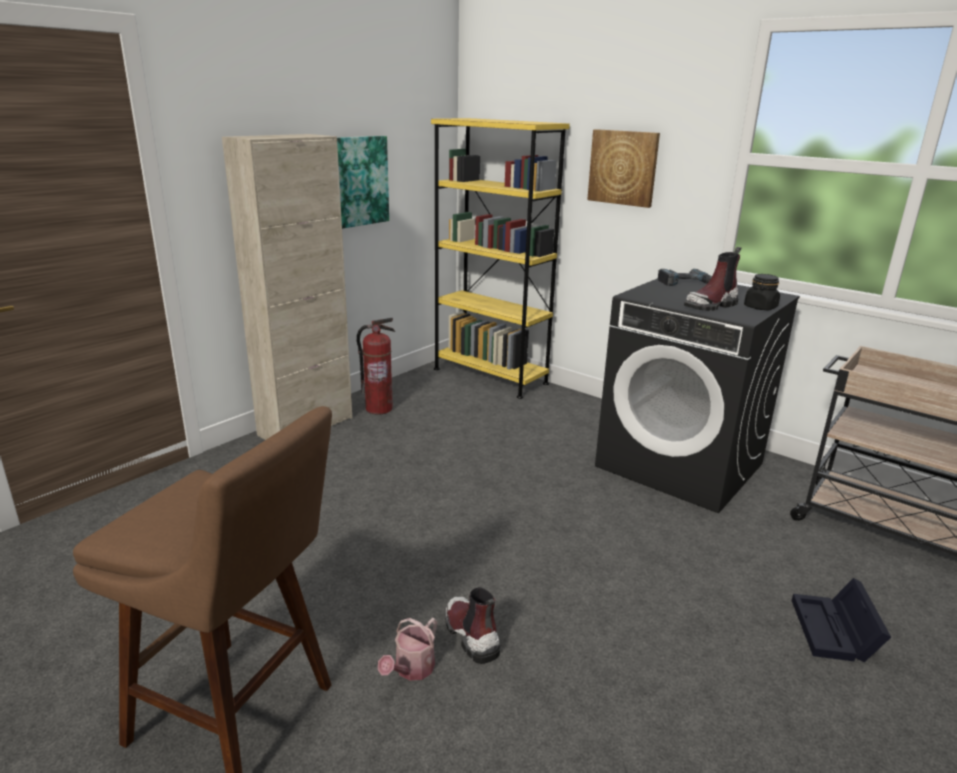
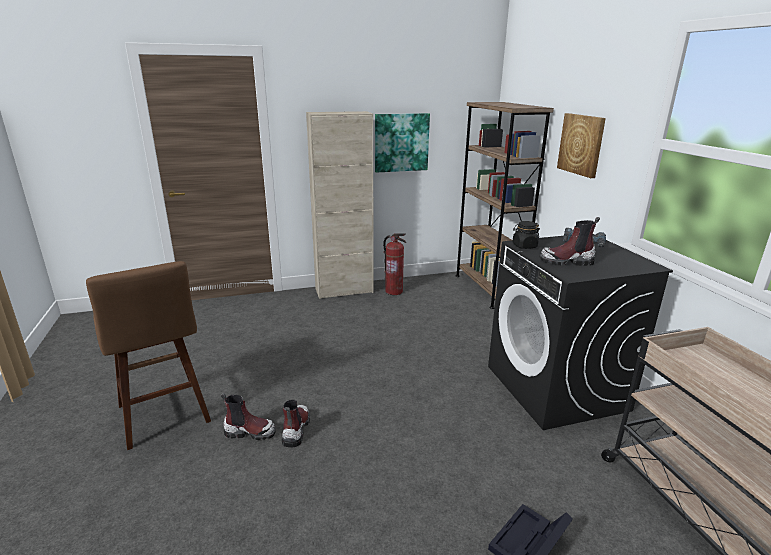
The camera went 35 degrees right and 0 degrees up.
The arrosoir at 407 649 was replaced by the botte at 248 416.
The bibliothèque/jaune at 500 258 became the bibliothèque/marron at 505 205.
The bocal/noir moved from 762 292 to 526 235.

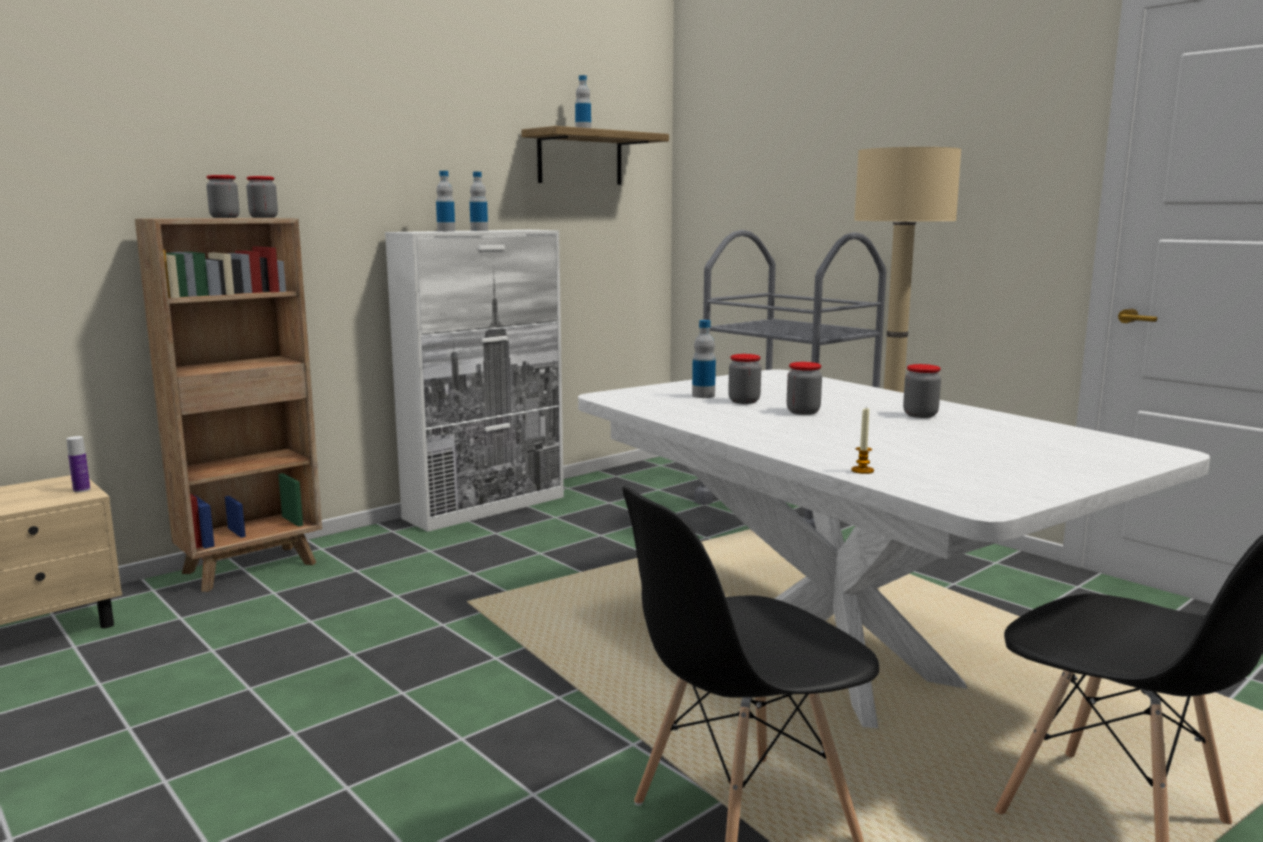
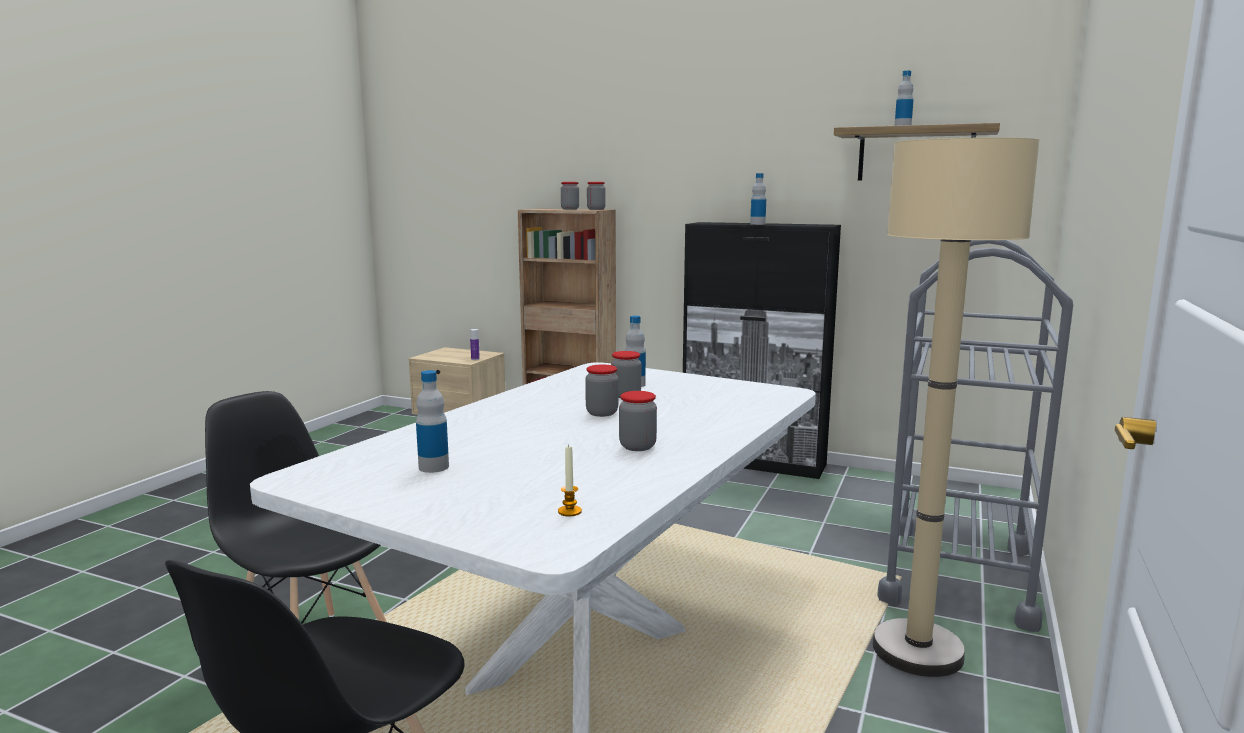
The camera went 65 degrees right and 0 degrees up.
The bouteille moved from 445 201 to 432 421.
The bougie moved from 862 441 to 570 480.
The meuble de rangement/blanc at 474 381 became the meuble de rangement/noir at 762 350.

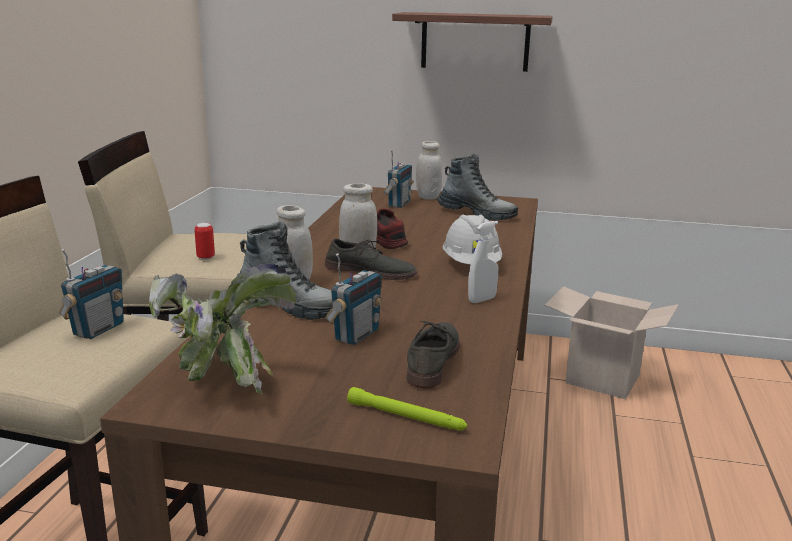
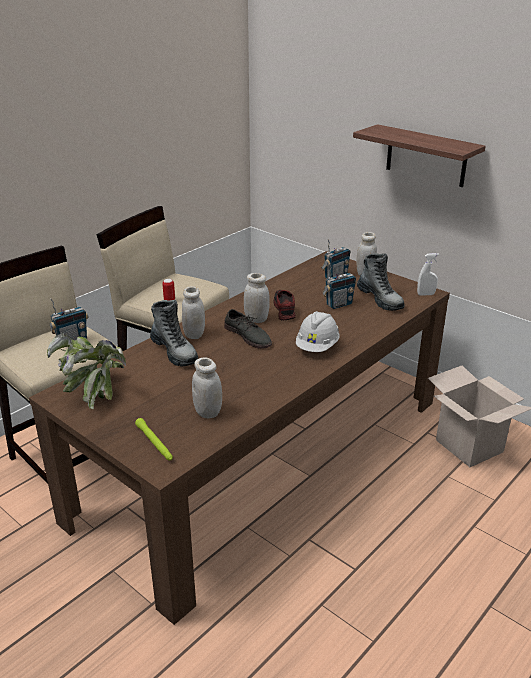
The camera went 30 degrees right and 10 degrees up.
The chaussure/gris at 433 355 was replaced by the bocal/blanc at 207 387.
The radio moved from 353 299 to 339 286.
The vaporisateur/blanc moved from 483 262 to 428 274.

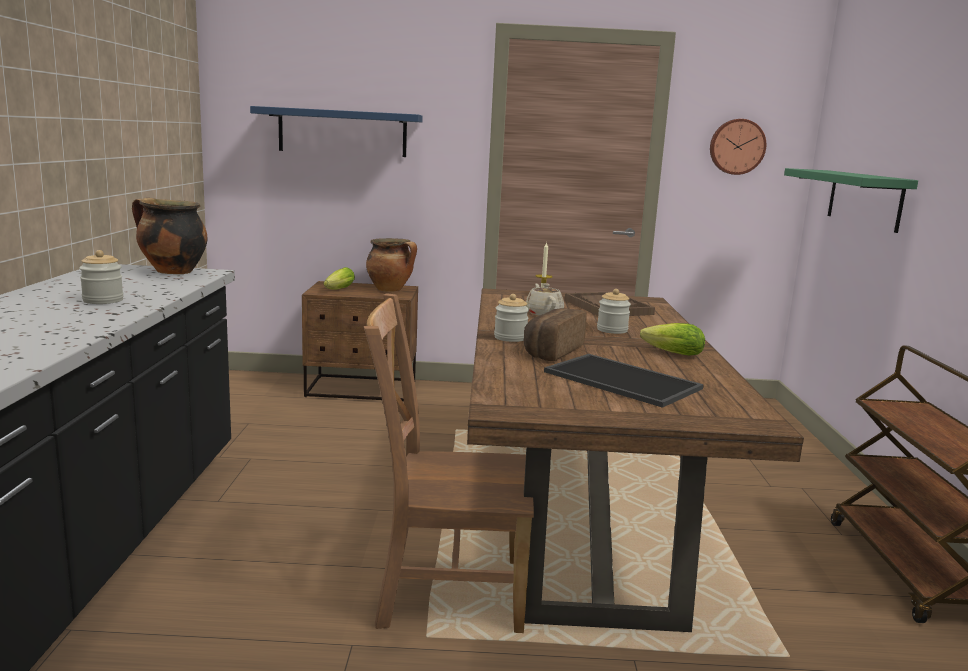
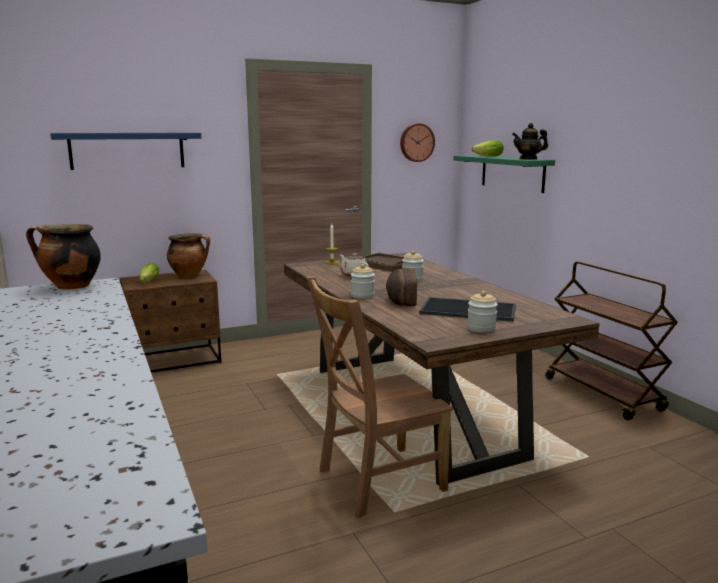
The camera went 25 degrees left and 0 degrees up.
The bocal moved from 101 277 to 482 312.
The laitue moved from 672 339 to 487 148.
The théière at 530 141 appeared.

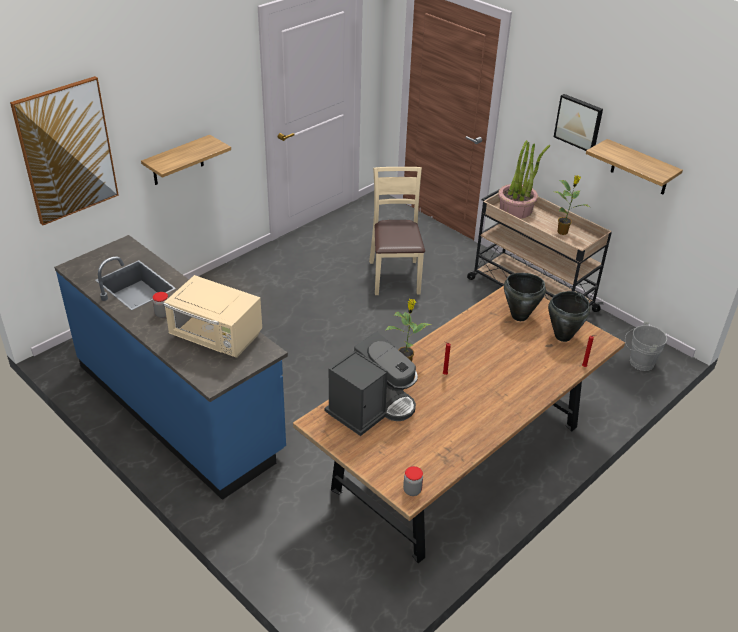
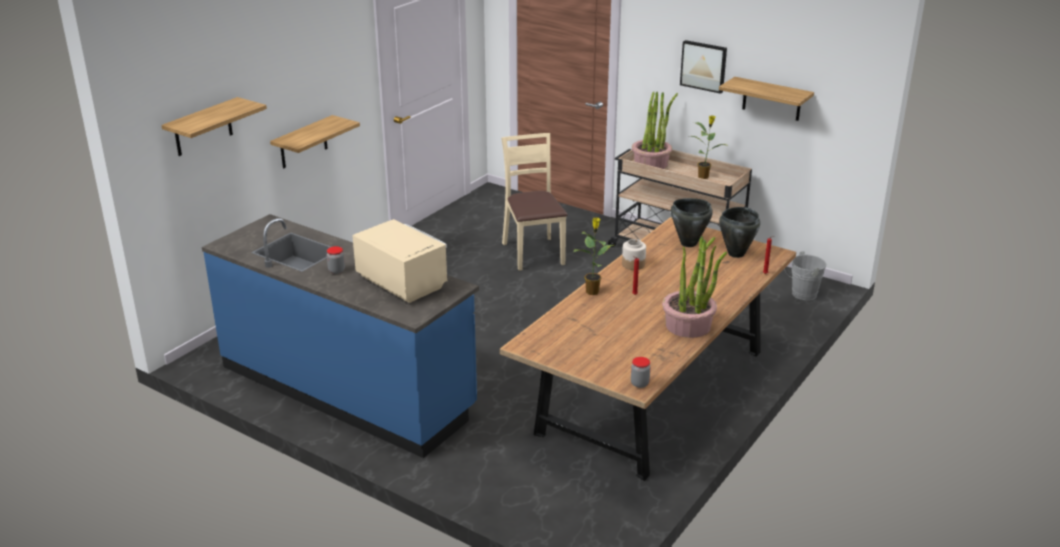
The camera went 10 degrees left and 10 degrees down.
The tableau at 64 151 was replaced by the étagère at 214 126.
The micro-ondes/beige at 212 316 turned 150 degrees counterclockwise.
The bocal at 634 254 appeared.
The plante en pot at 694 287 appeared.
The machine à café at 371 383 disappeared.

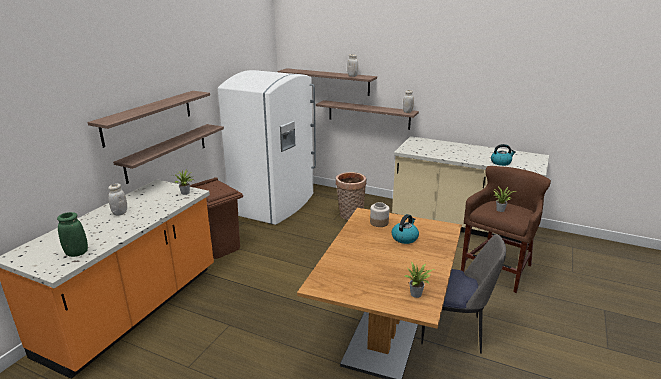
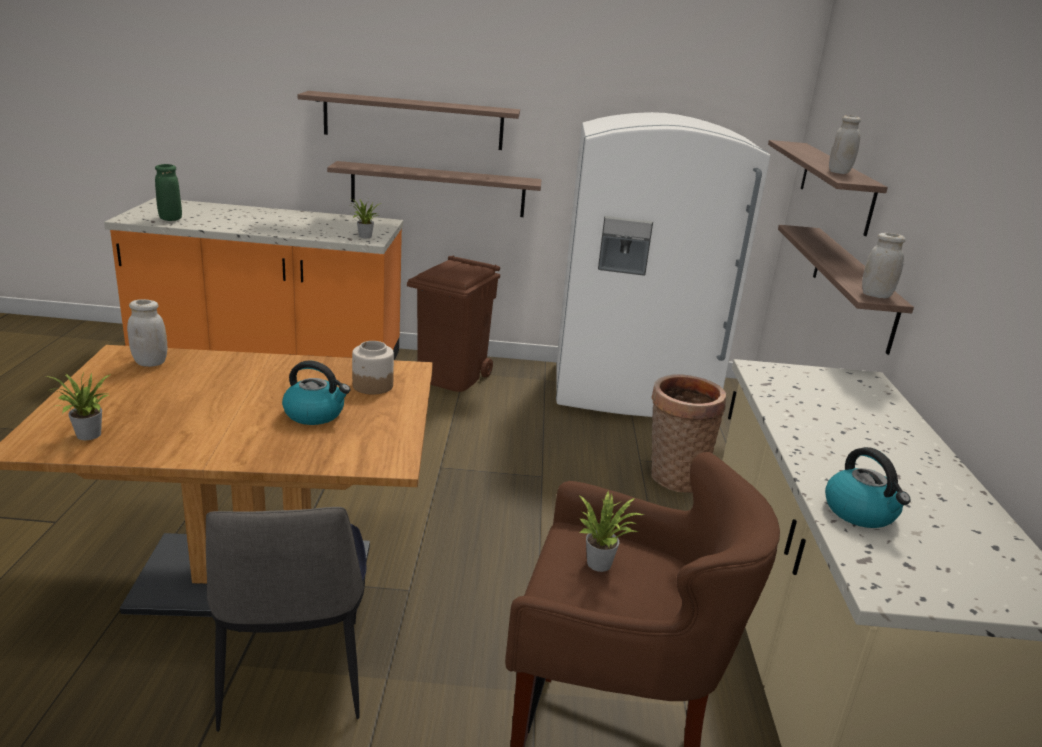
The camera went 65 degrees right and 0 degrees up.
The bocal/blanc moved from 117 200 to 147 333.

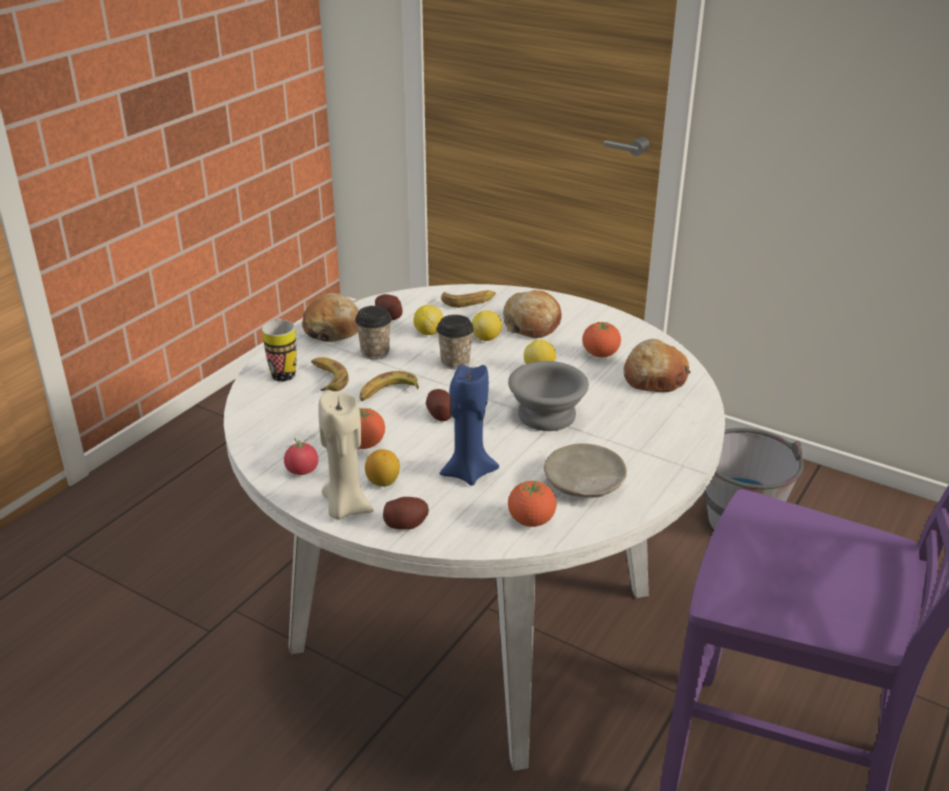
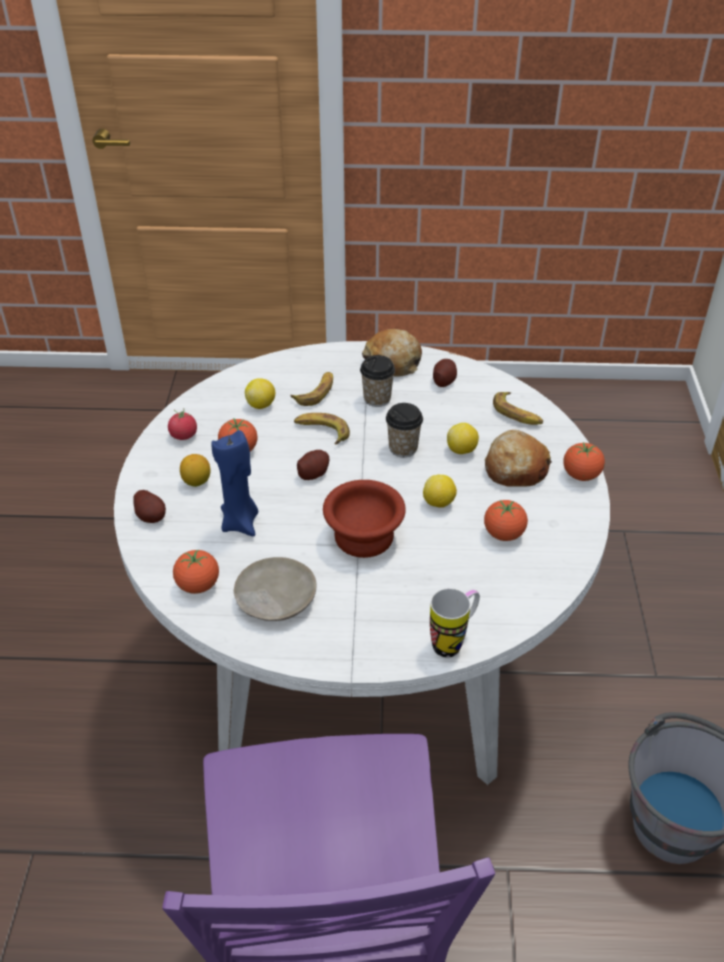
The camera went 60 degrees right and 10 degrees up.
The citron moved from 428 320 to 260 393.
The bol/gris at 548 396 became the bol/marron at 364 519.
The mug moved from 279 350 to 455 623.
The tomate at 584 461 appeared.
The bougie/beige at 346 455 disappeared.
The pain at 657 365 disappeared.

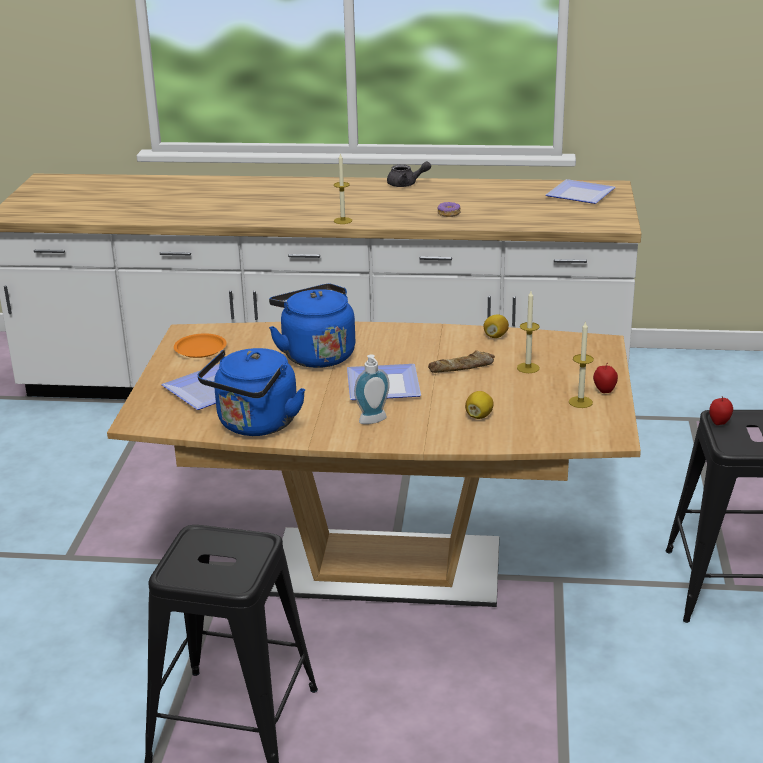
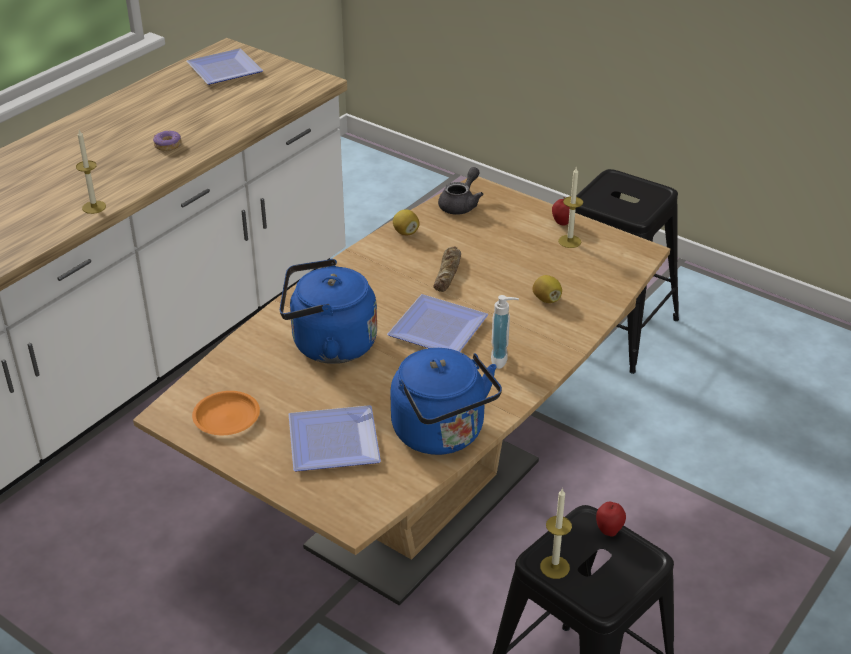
The camera went 60 degrees left and 10 degrees up.
The théière/gris moved from 409 174 to 460 191.
The bougie moved from 528 332 to 556 533.
The pomme moved from 721 411 to 611 519.

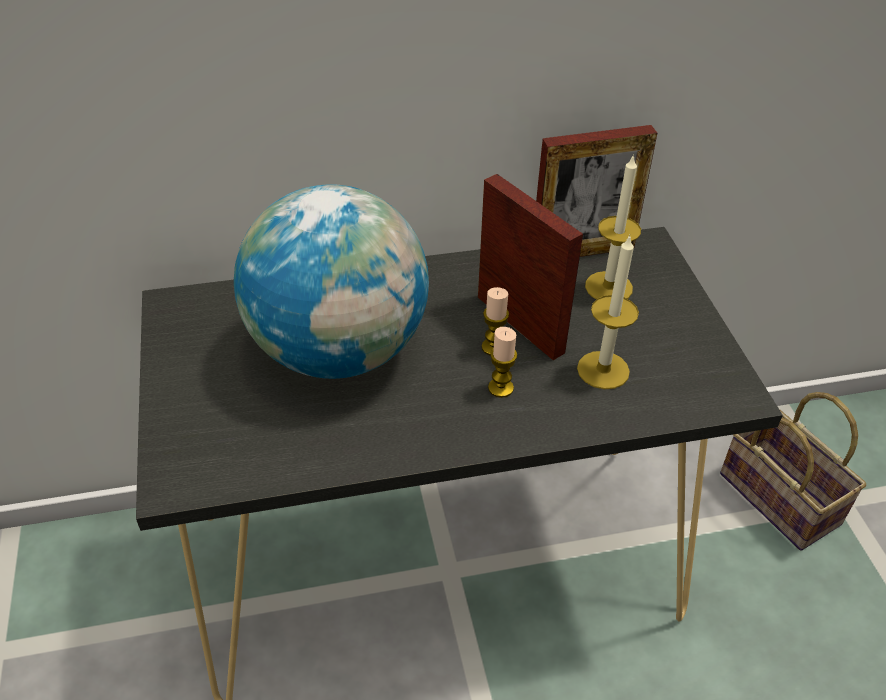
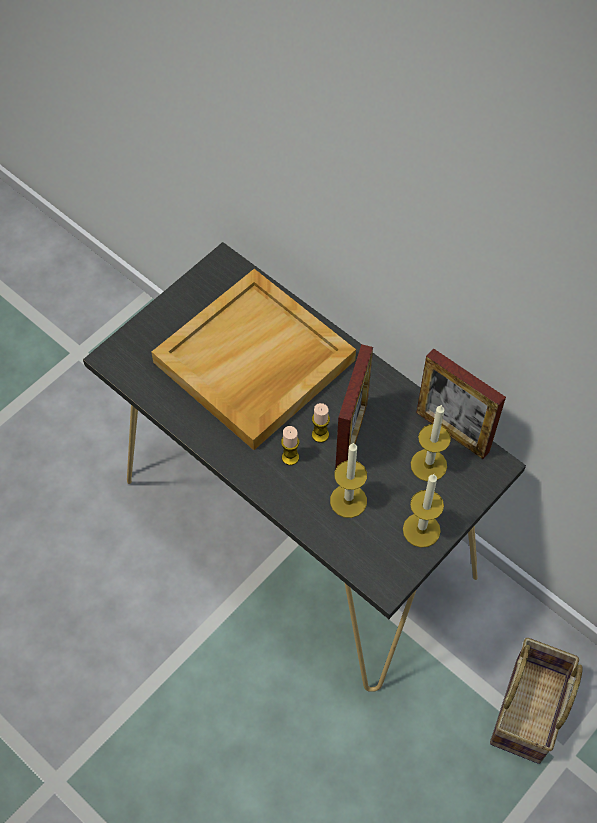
The camera went 55 degrees right and 15 degrees up.
The globe at 331 281 was replaced by the plateau/beige at 253 359.
The bougie at 423 511 appeared.

